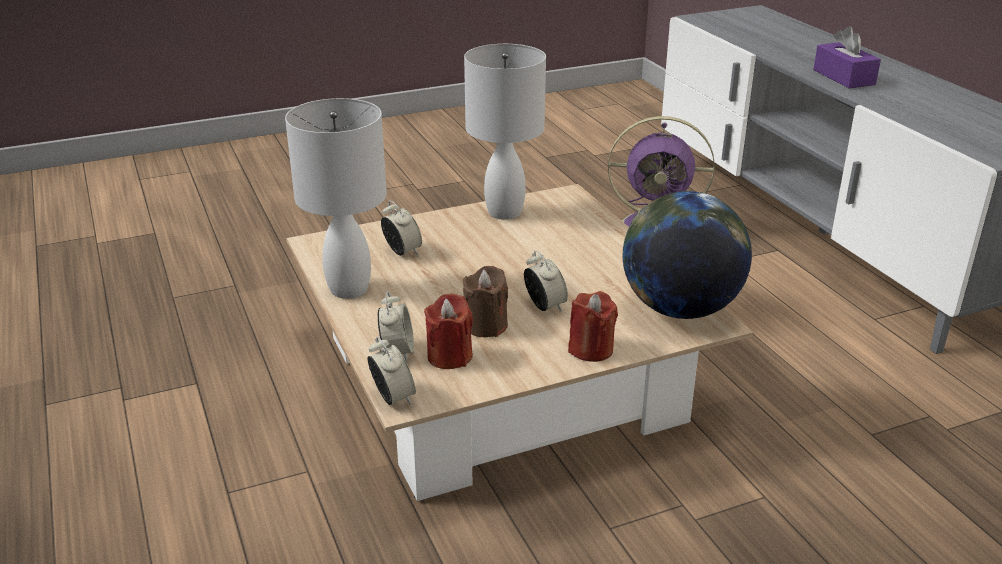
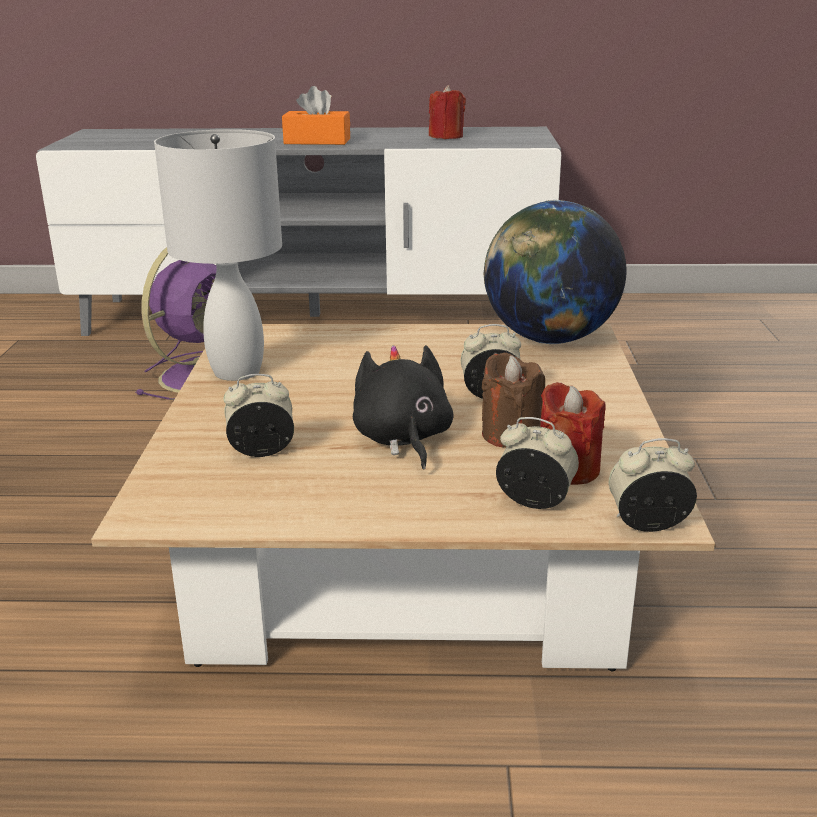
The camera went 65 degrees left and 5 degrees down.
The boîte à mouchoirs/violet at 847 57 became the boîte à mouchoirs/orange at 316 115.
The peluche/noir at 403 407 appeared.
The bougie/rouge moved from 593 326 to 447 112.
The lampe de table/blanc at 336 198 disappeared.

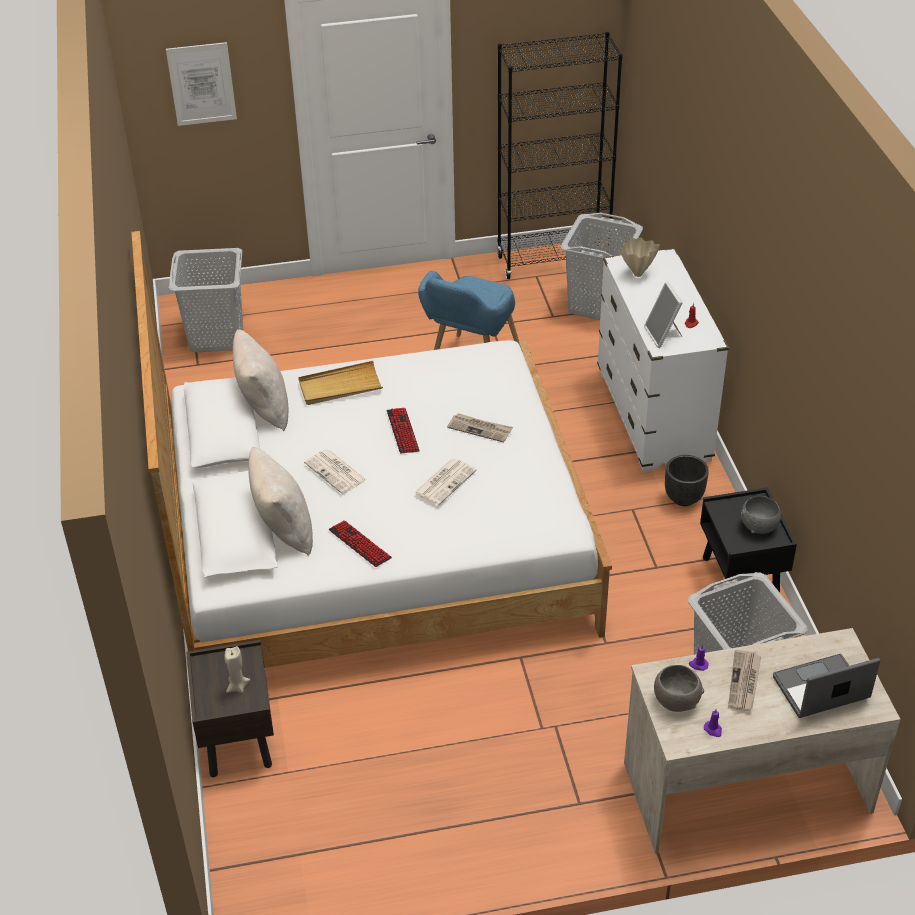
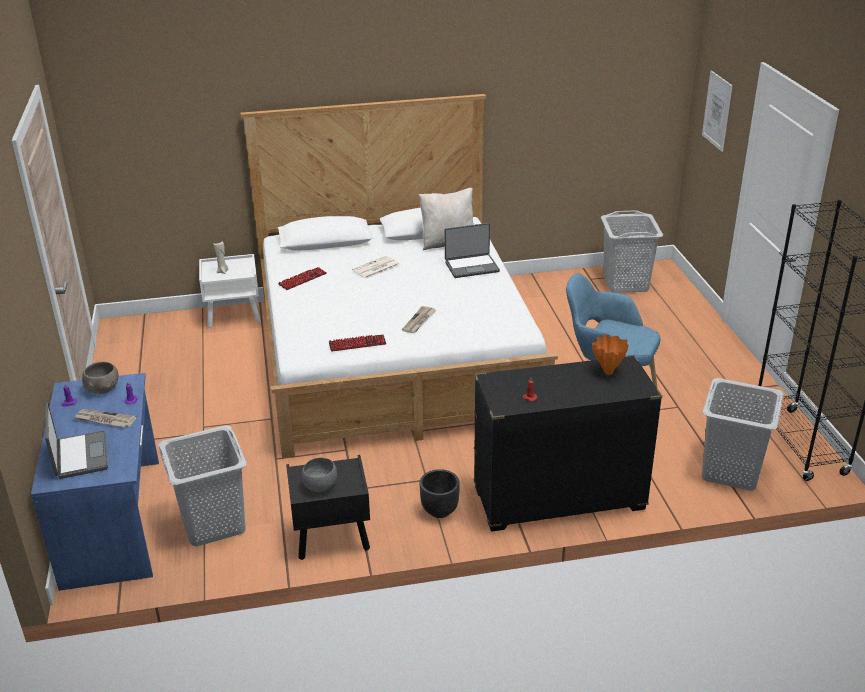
The camera went 90 degrees right and 10 degrees down.
The bureau/beige at 762 741 became the bureau/bleu at 95 482.
The table de chevet/marron at 230 708 became the table de chevet/blanc at 229 291.
The clavier moved from 403 431 to 357 343.
The plateau/beige at 340 383 was replaced by the ordinateur portable at 472 250.
The commode/blanc at 663 359 became the commode/noir at 568 443.
The vase/beige at 640 257 became the vase/orange at 610 354.
The coussin/beige at 280 501 disappeared.
The journal at 445 481 disappeared.
The cadre photo at 663 315 disappeared.

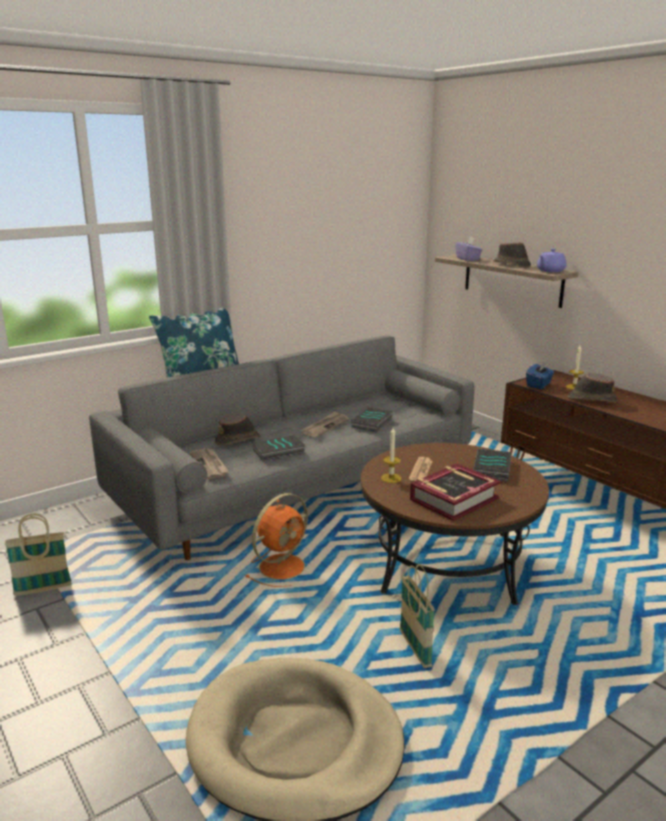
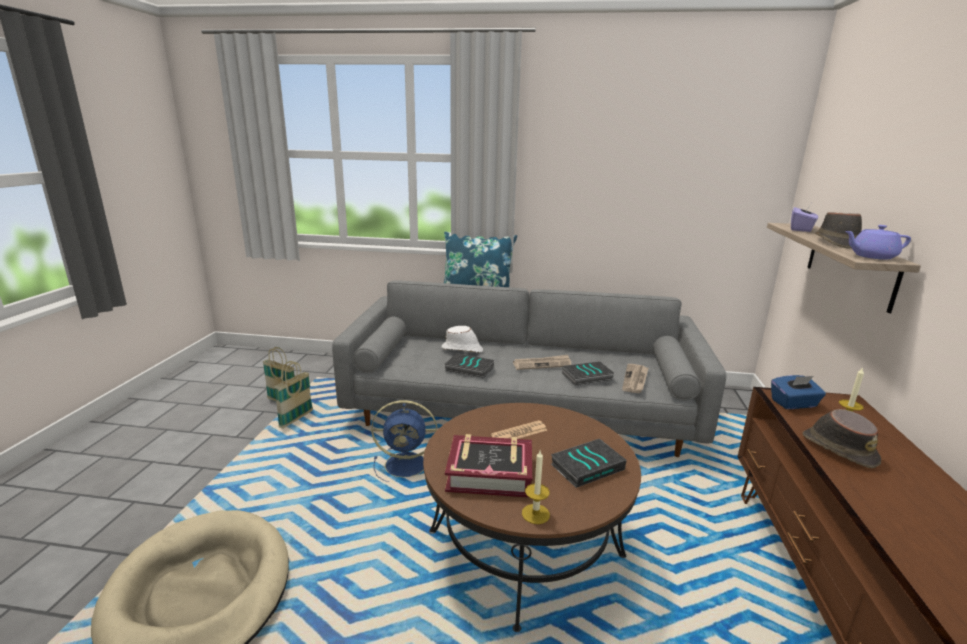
The camera went 45 degrees right and 0 degrees up.
The panier moved from 417 616 to 293 394.
The ventilateur/orange at 276 540 became the ventilateur/bleu at 404 441.
The chapeau/marron at 237 429 became the chapeau/blanc at 462 339.
The bougie moved from 391 455 to 536 487.
The journal moved from 209 464 to 635 378.

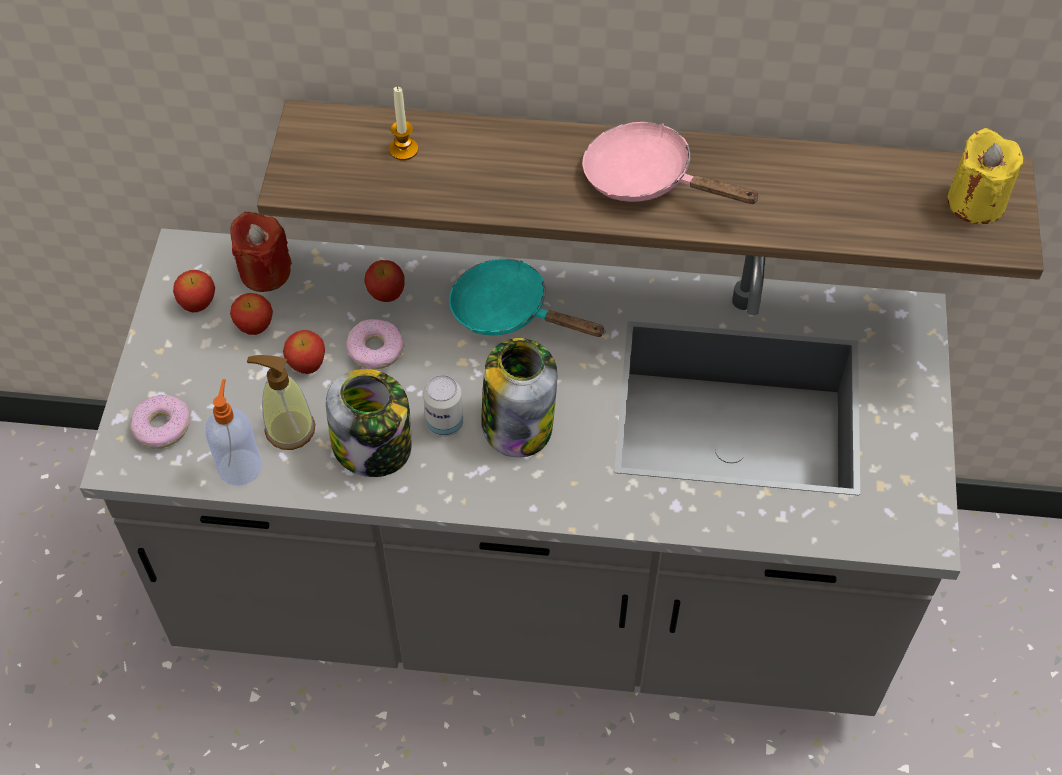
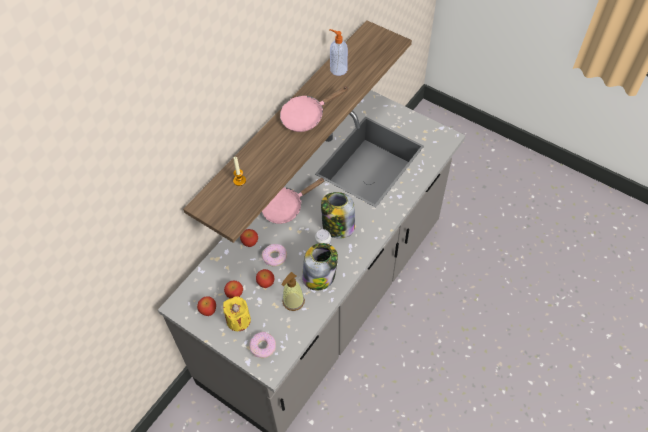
The camera went 60 degrees left and 0 degrees up.
The bougie/jaune moved from 985 176 to 237 313.
The poêle/turquoise at 527 298 became the poêle/rose at 293 201.
The distributeur de savon moved from 233 432 to 338 52.
The bougie/rouge at 261 252 disappeared.

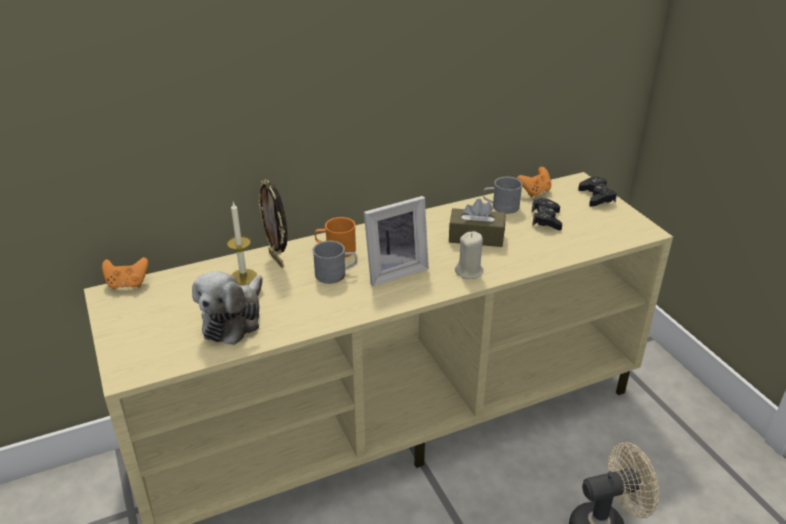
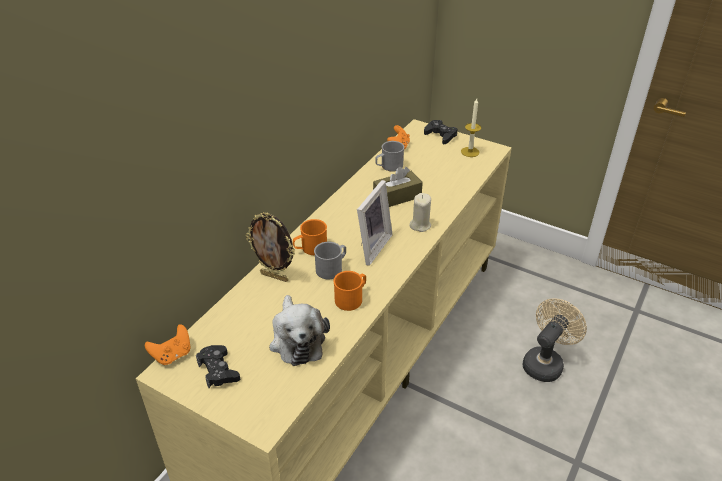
The camera went 35 degrees left and 5 degrees up.
The manette/noir moved from 547 214 to 218 366.
The mug/orange at 349 291 appeared.
The bougie moved from 242 243 to 471 127.

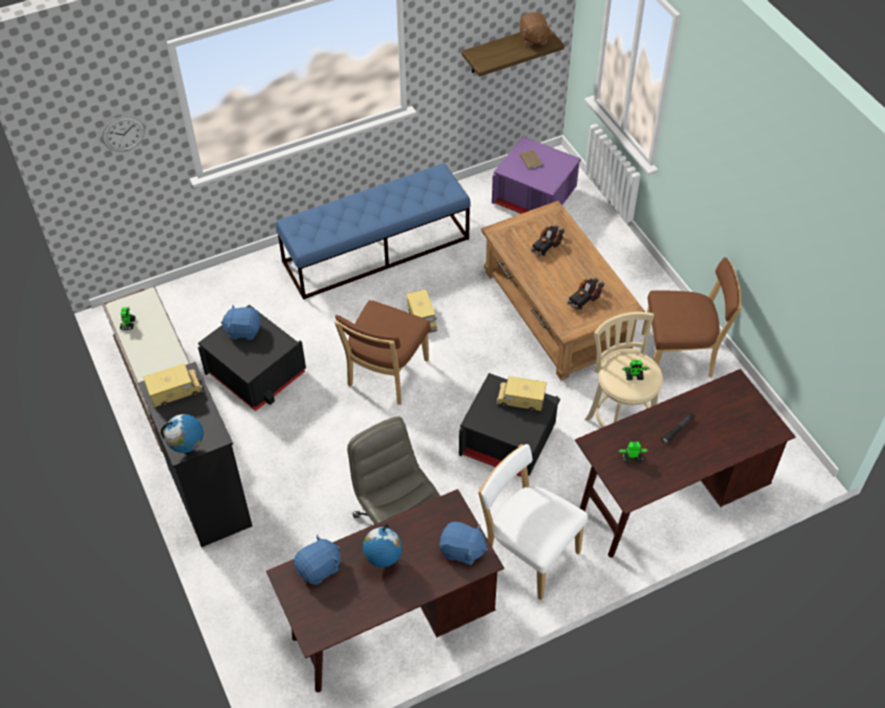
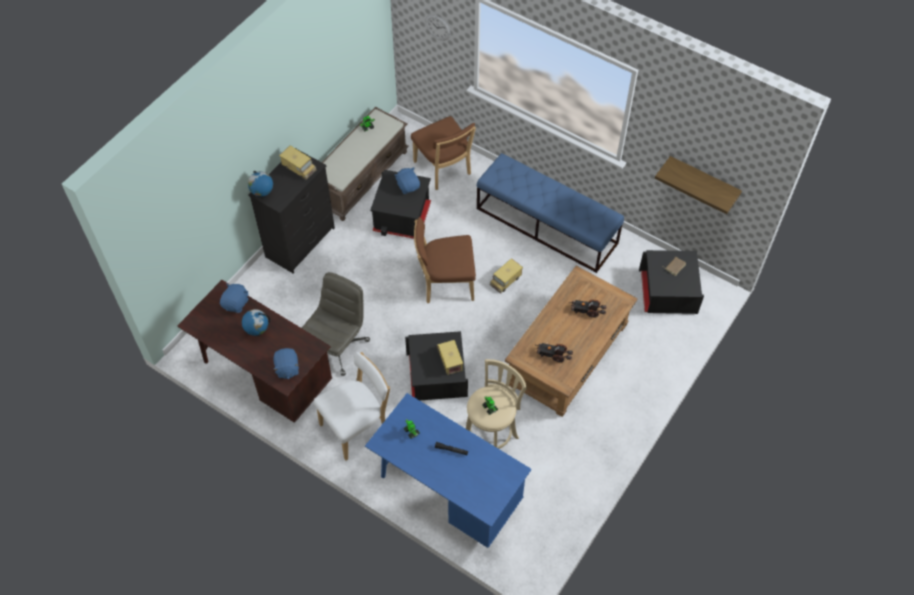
The camera went 60 degrees right and 5 degrees up.
The peluche/bleu at 317 560 turned 90 degrees counterclockwise.
The chaise/blanc at 533 522 turned 45 degrees clockwise.
The bureau/marron at 685 463 became the bureau/bleu at 448 470.
The chaise/marron moved from 692 317 to 443 153.
The boîte de rangement/violet at 536 175 became the boîte de rangement/noir at 671 282.
The peluche/marron at 535 29 disappeared.

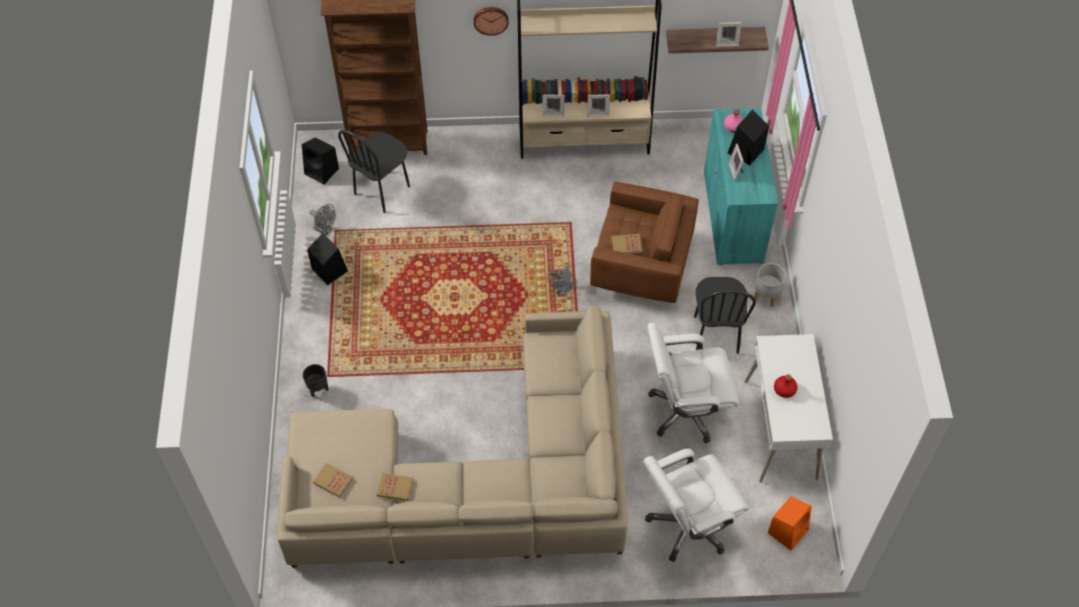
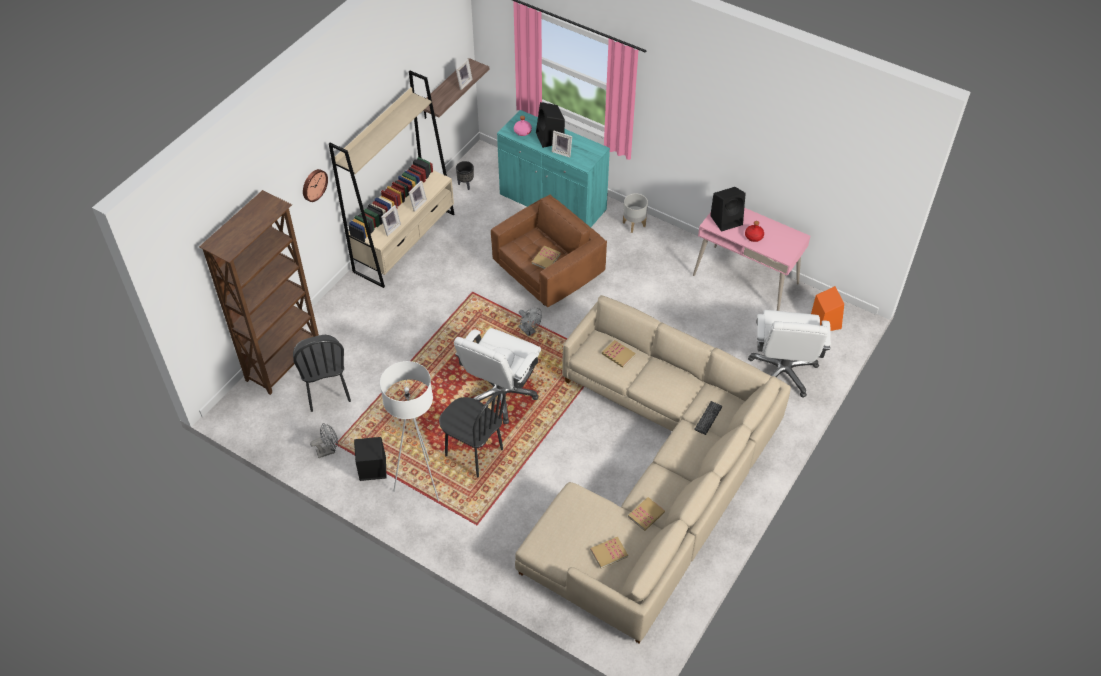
The camera went 55 degrees left and 5 degrees down.
The lampadaire/blanc at 409 431 appeared.
The chaise/noir moved from 725 315 to 472 434.
The chaise de bureau/blanc moved from 693 383 to 497 376.
The cache-pot/noir moved from 315 381 to 465 175.
The livre at 619 354 appeared.
The bureau/blanc at 789 408 became the bureau/rose at 752 259.
The clavier at 708 418 appeared.
The enceinte/noir moved from 320 160 to 728 209.

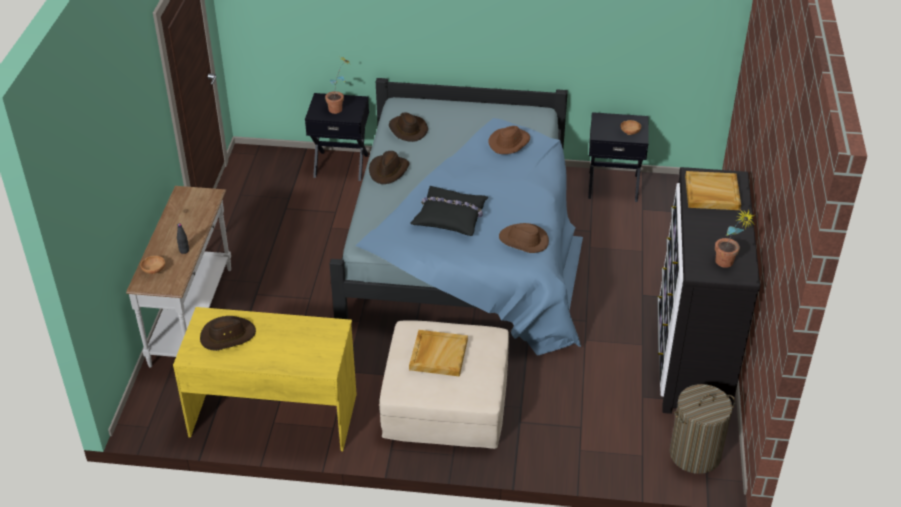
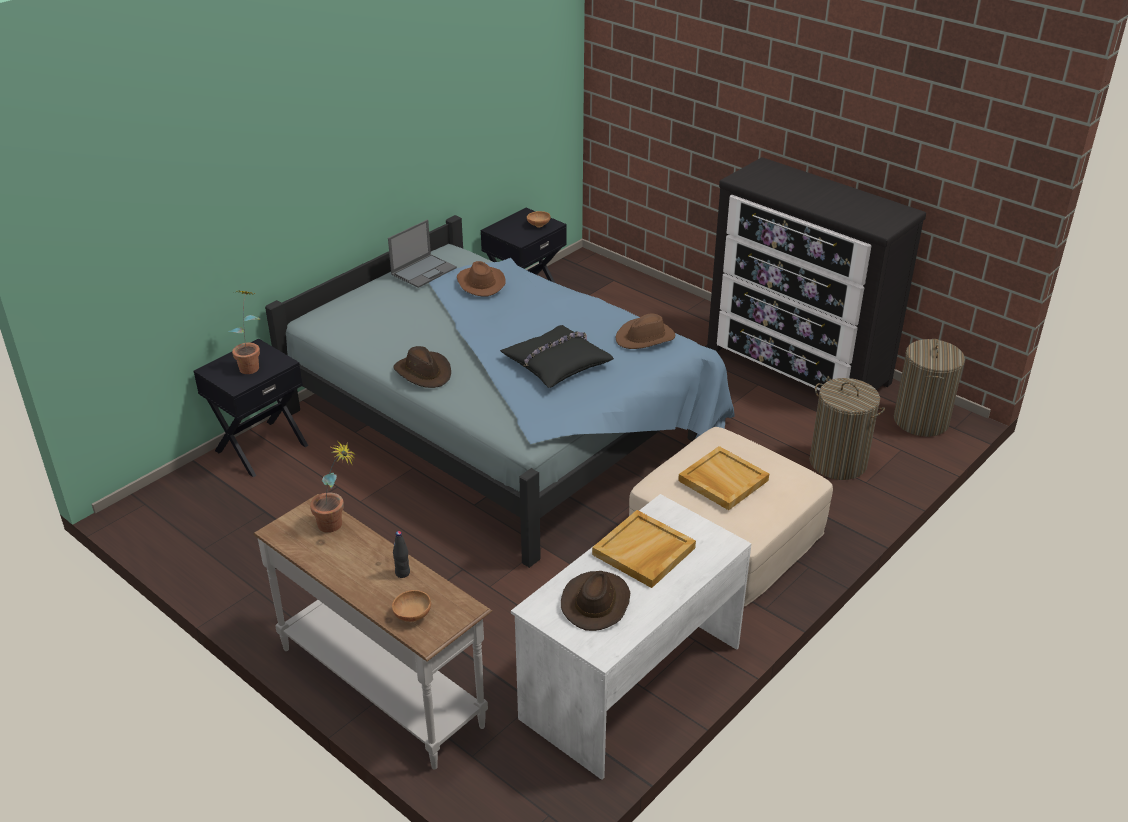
The camera went 55 degrees left and 5 degrees down.
The plante en pot moved from 735 239 to 333 487.
The ordinateur portable at 422 253 appeared.
The bureau/jaune at 265 379 became the bureau/blanc at 631 637.
The plateau/beige moved from 713 190 to 644 549.
The panier à linge at 847 429 appeared.
The chapeau/marron at 408 127 disappeared.

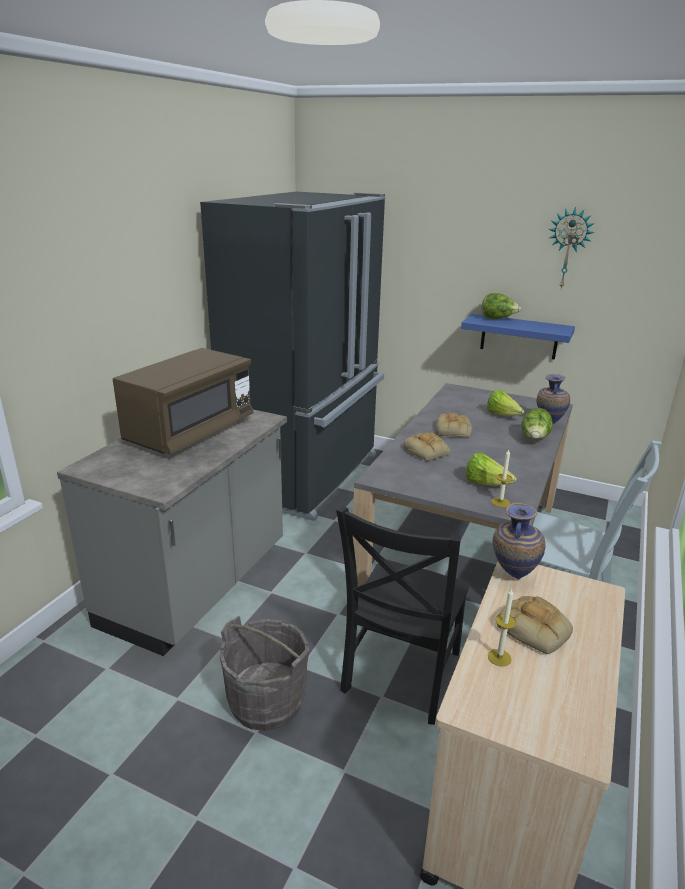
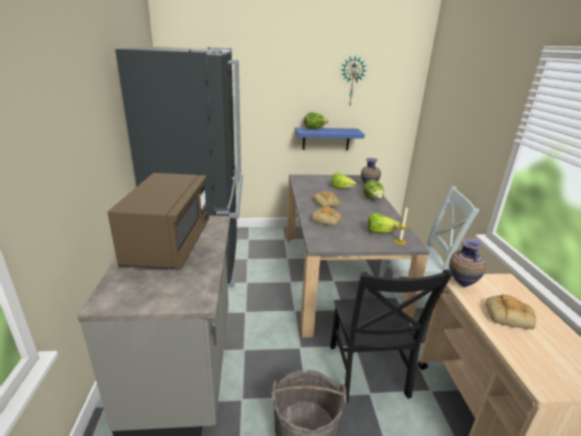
The camera went 30 degrees left and 0 degrees up.
The bougie at 502 627 disappeared.

